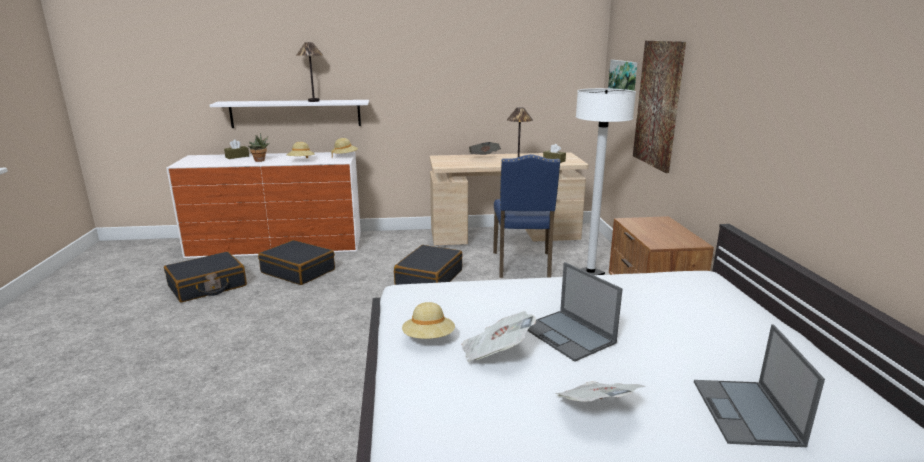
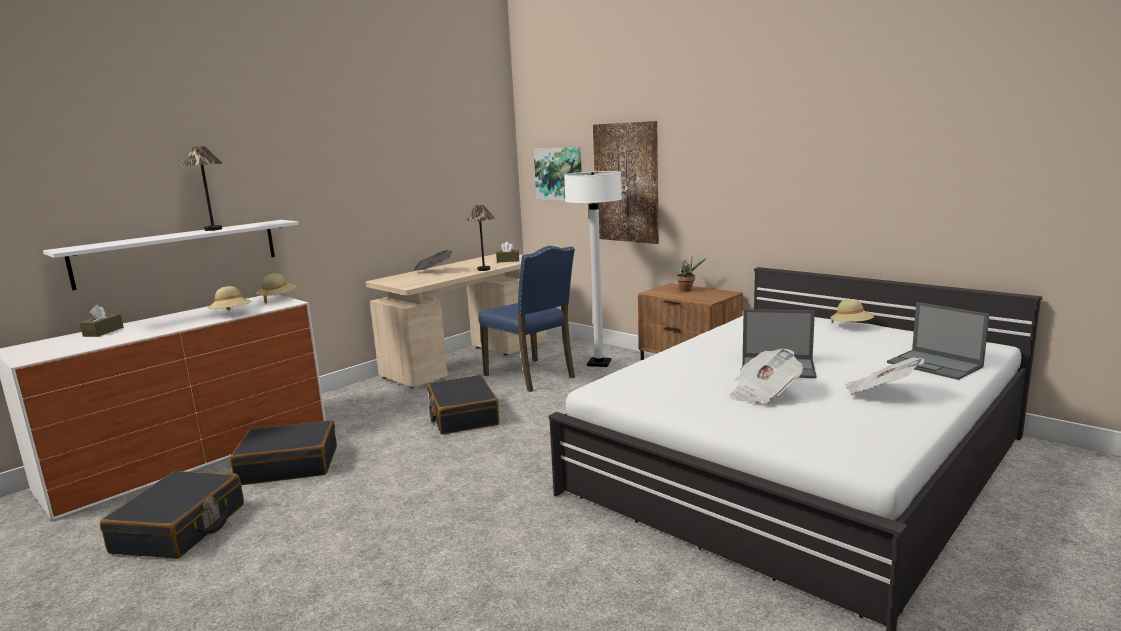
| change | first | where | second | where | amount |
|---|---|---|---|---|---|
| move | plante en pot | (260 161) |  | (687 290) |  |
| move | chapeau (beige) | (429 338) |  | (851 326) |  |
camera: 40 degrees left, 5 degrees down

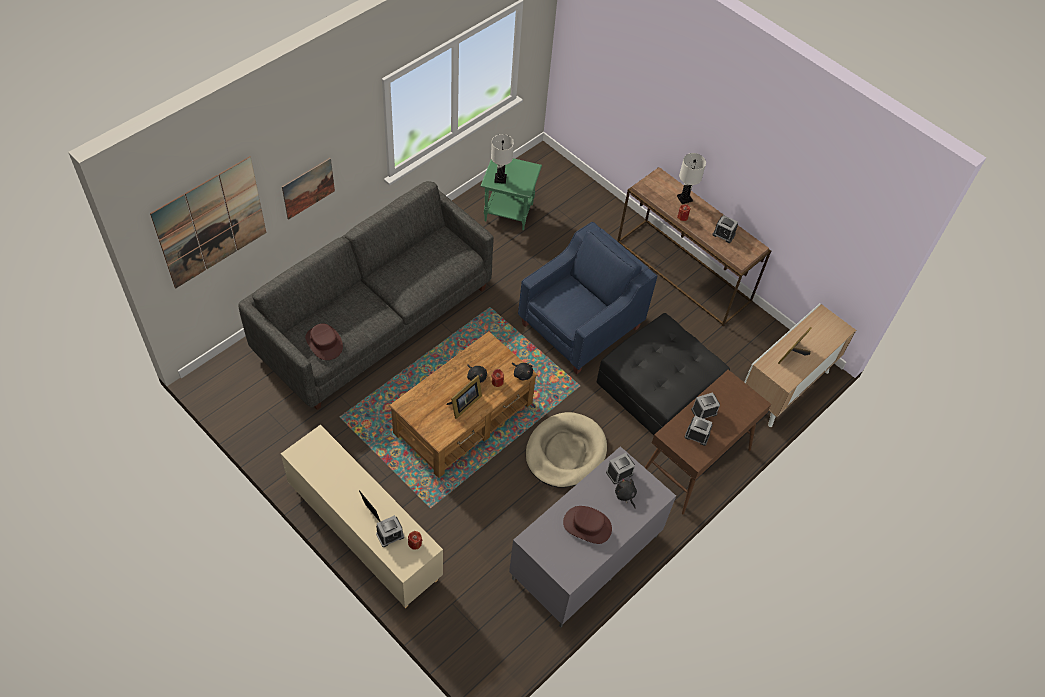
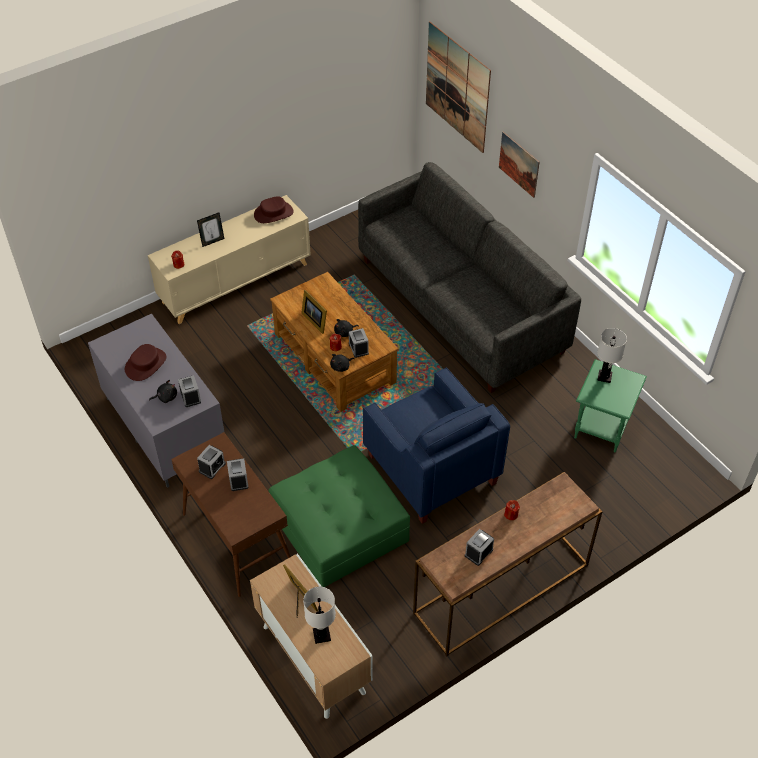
| change | first | where | second | where | amount |
|---|---|---|---|---|---|
| move | chapeau (marron) | (324 343) |  | (273 213) |  |
| move | réveil | (390 535) |  | (358 348) |  |
| delete | panier pour chien (beige) | (565 452) |  |  |  |
| recolor | pouf (noir) | (659 387) | pouf (vert) | (339 527) |  |
| move | lampe de table (blanc) | (684 199) |  | (321 635) |  |
camera: 105 degrees right, 5 degrees down

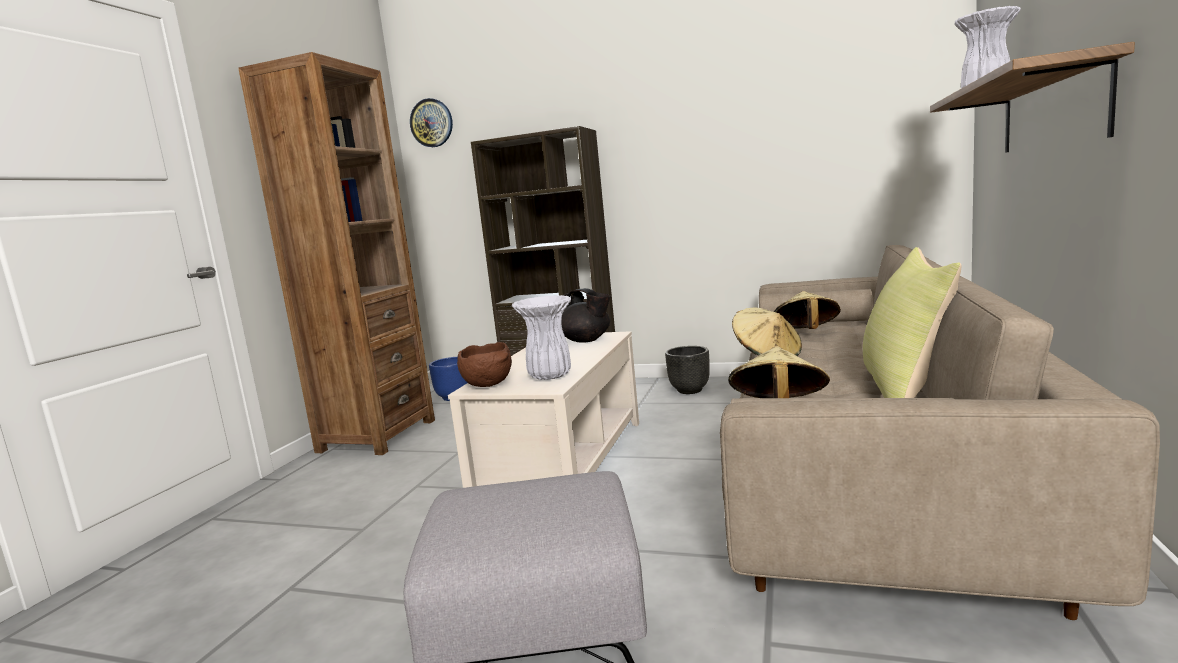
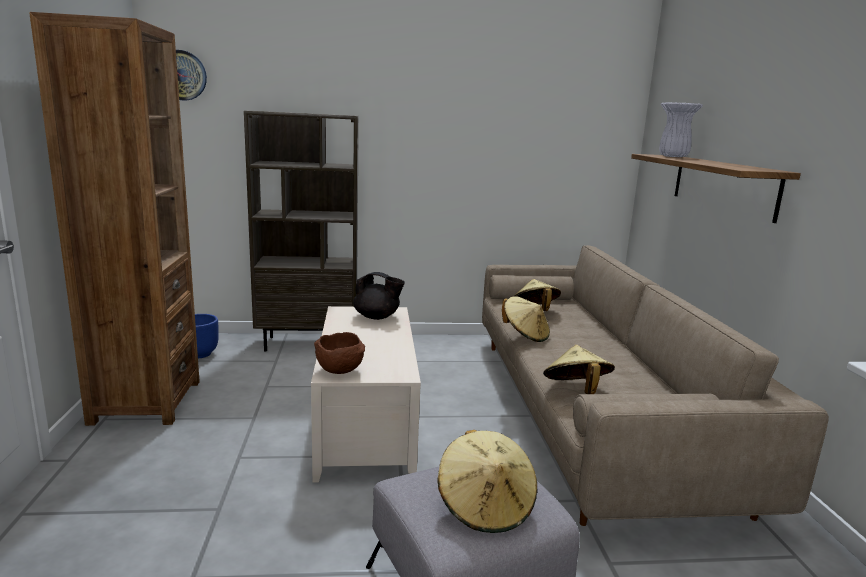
| change | first | where | second | where | amount |
|---|---|---|---|---|---|
| delete | vase (blanc) | (551 376) |  |  |  |
| delete | cache-pot (noir) | (690 390) |  |  |  |
| delete | coussin (jaune) | (906 391) |  |  |  |
| insert |  |  | chapeau (beige) | (485 506) |  |
camera: 25 degrees left, 5 degrees up

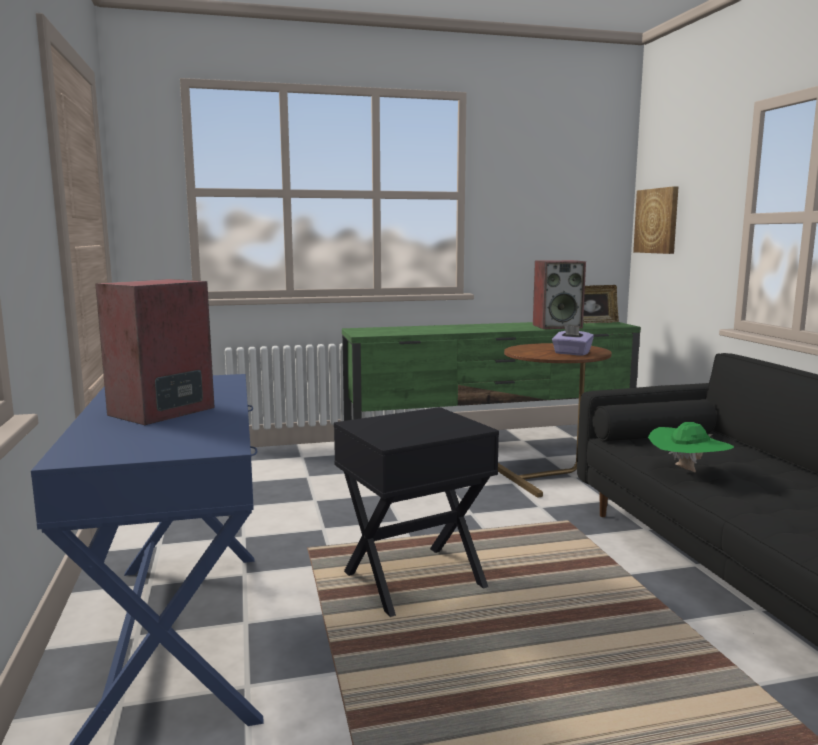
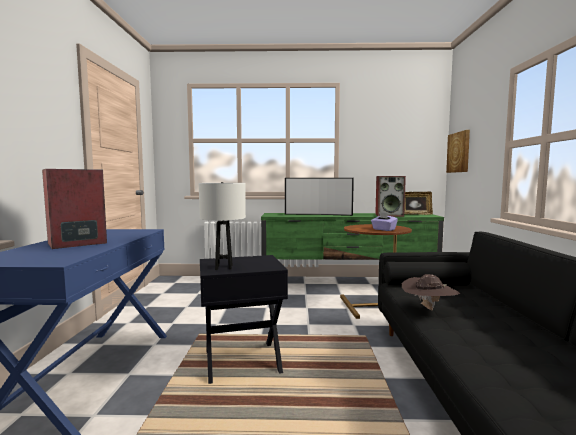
| change | first | where | second | where | amount |
|---|---|---|---|---|---|
| recolor | chapeau (vert) | (687 472) | chapeau (marron) | (428 310) |  |
| insert |  |  | lampe de table (blanc) | (223 267) |  |
| insert |  |  | téléviseur | (318 214) |  |
camera: 15 degrees right, 5 degrees down

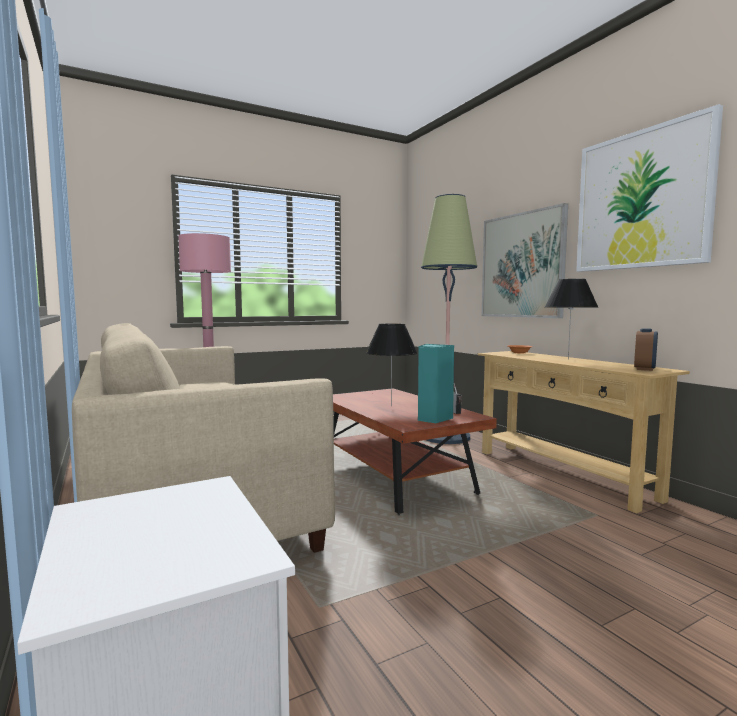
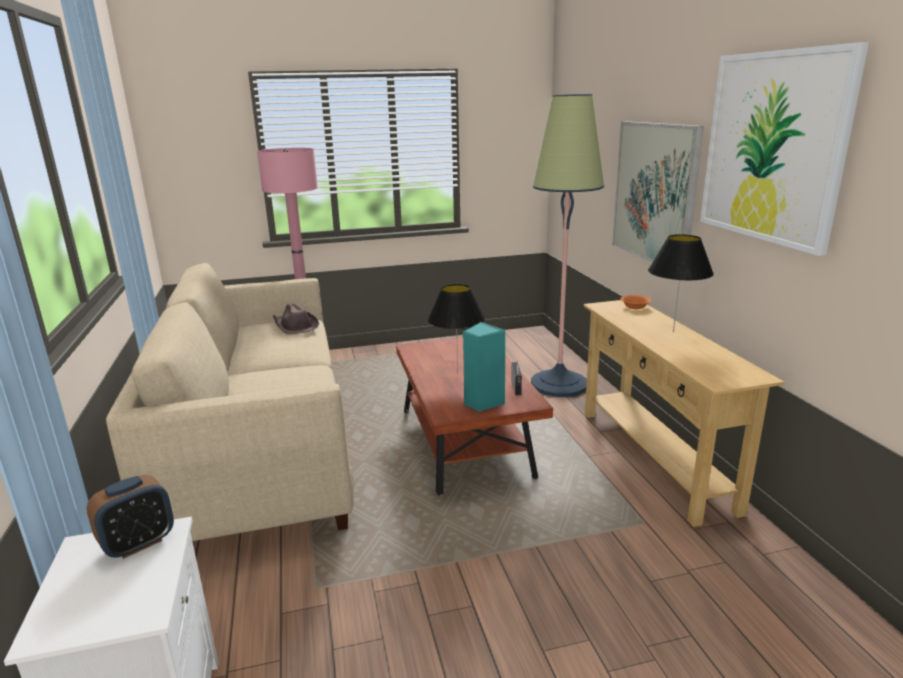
| change | first | where | second | where | amount |
|---|---|---|---|---|---|
| move | réveil | (644 369) |  | (138 543) |  |
| insert |  |  | chapeau (marron) | (295 326) |  |
camera: 15 degrees right, 15 degrees up

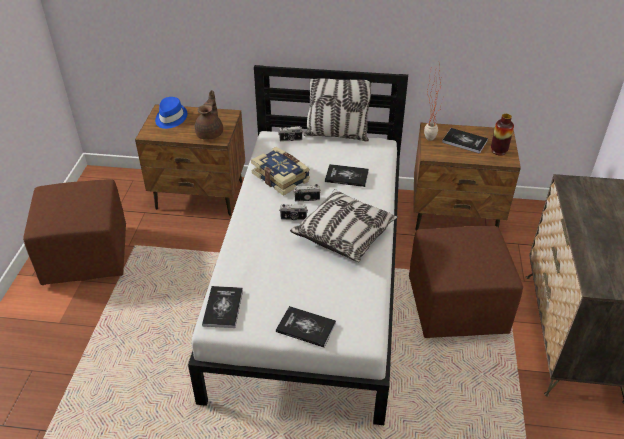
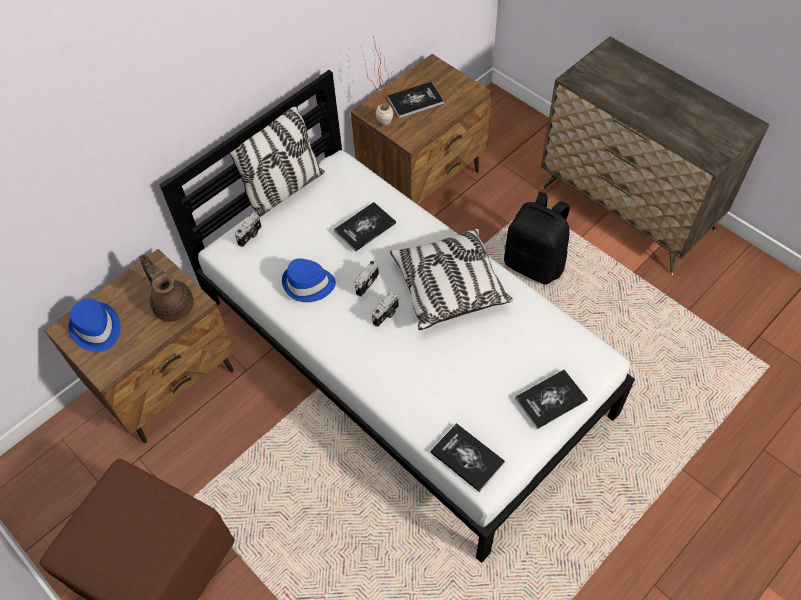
| change | first | where | second | where | amount |
|---|---|---|---|---|---|
| replace | livre | (281 177) | chapeau (bleu) | (308 284) |  |
| replace | pouf (marron) | (457 307) | sac à dos (noir) | (535 264) |  |
| delete | vase | (498 151) |  |  |  |
camera: 50 degrees left, 15 degrees up

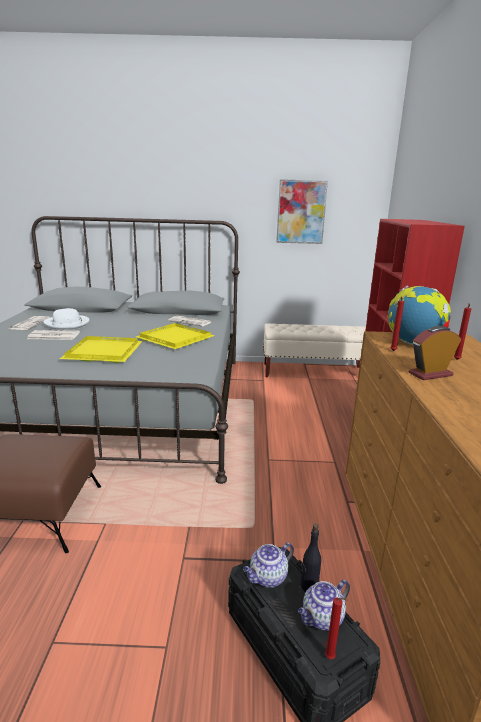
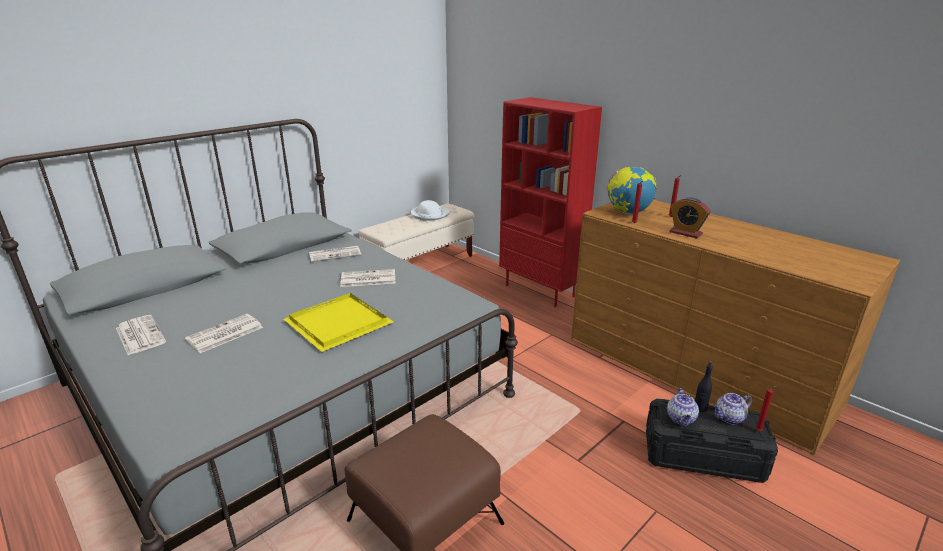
| change | first | where | second | where | amount |
|---|---|---|---|---|---|
| move | chapeau (blanc) | (67 324) |  | (430 214) |  |
| replace | plateau (jaune) | (173 338) | journal | (367 279) |  |
| delete | tableau | (301 212) |  |  |  |
| rotate | théière | (322 619) |  | (729 418) | 60 degrees clockwise |
| rotate | réveil | (430 374) |  | (685 233) | 75 degrees counterclockwise |
camera: 45 degrees left, 5 degrees up

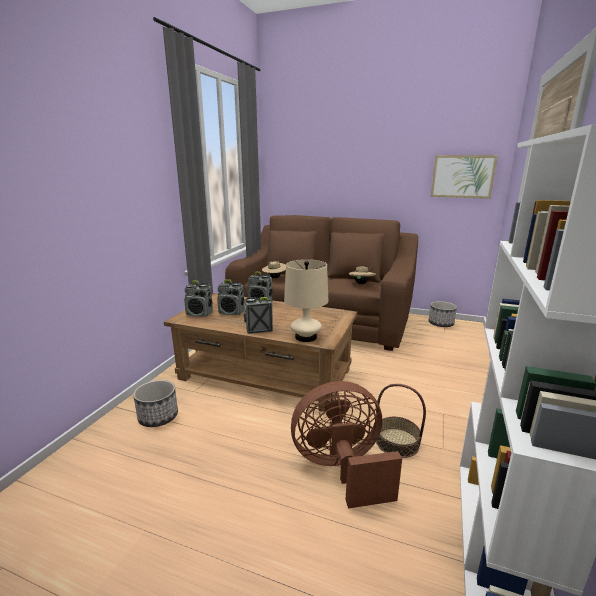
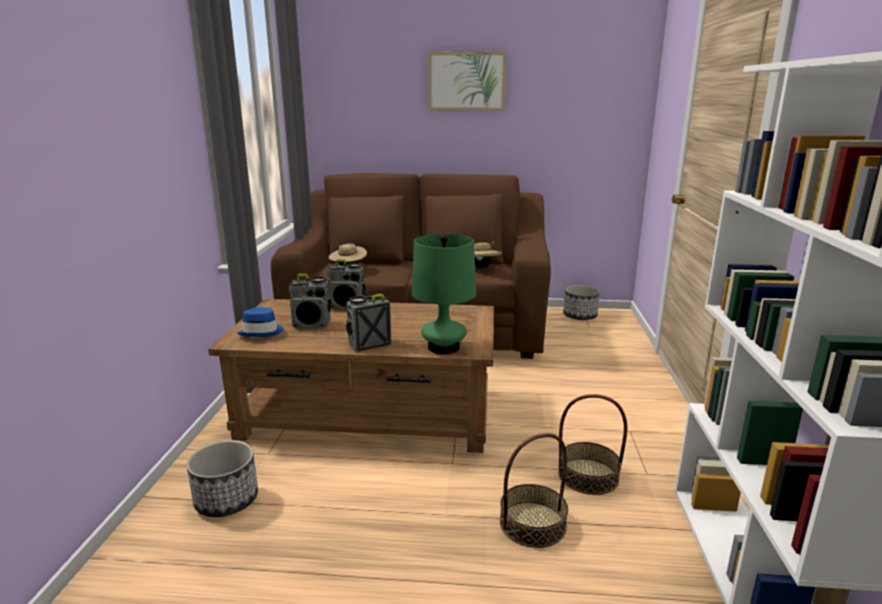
| change | first | where | second | where | amount |
|---|---|---|---|---|---|
| replace | radio | (199 314) | chapeau (bleu) | (262 332) |  |
| recolor | lampe de table (beige) | (306 337) | lampe de table (vert) | (443 347) |  |
| replace | ventilateur (marron) | (341 470) | panier | (532 524) |  |
| move | tableau | (462 176) |  | (466 81) |  |
camera: 15 degrees left, 0 degrees up

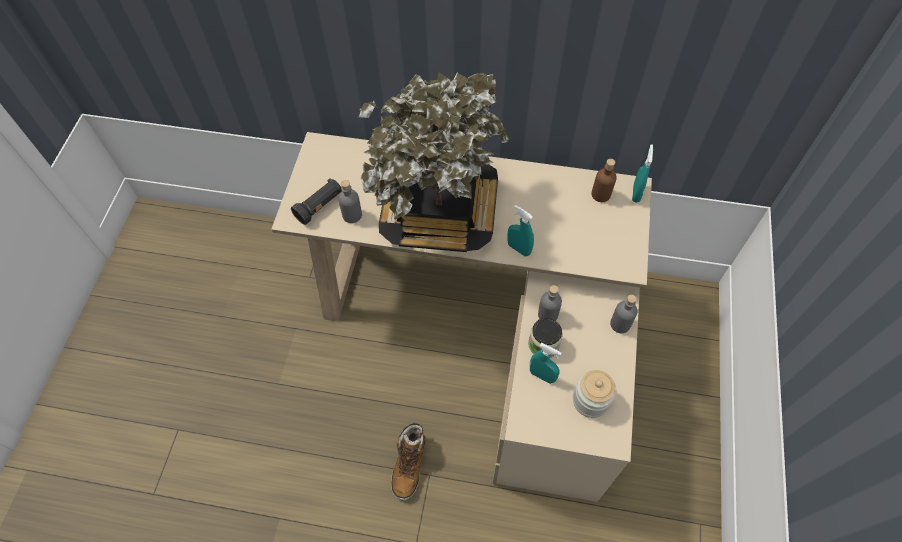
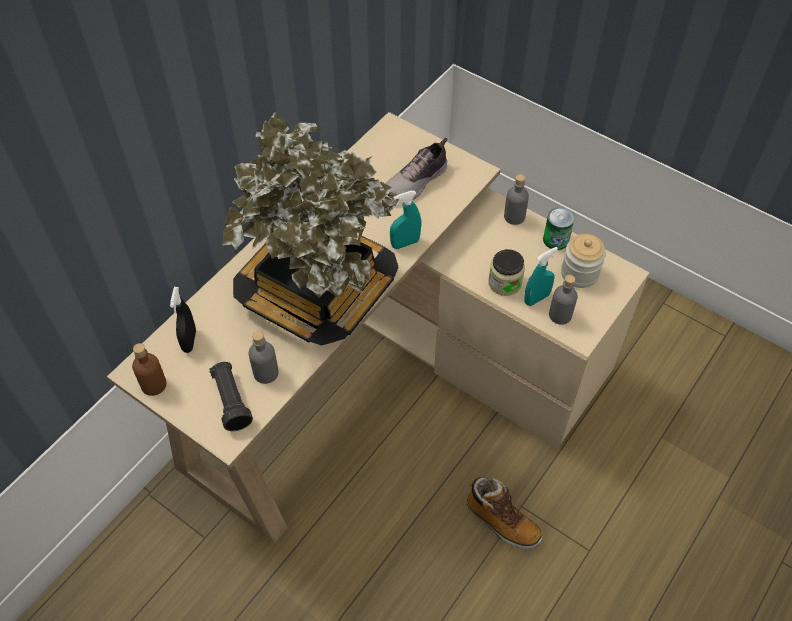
| change | first | where | second | where | amount |
|---|---|---|---|---|---|
| move | bouteille (gris) | (547 314) |  | (560 315) |  |
| move | bouteille (marron) | (601 194) |  | (154 384) |  |
| delete | vaporisateur (turquoise) | (636 193) |  |  |  |
| insert |  |  | vaporisateur (noir) | (189 341) |  |
| insert |  |  | chaussure | (417 182) |  |
| insert |  |  | boîte métallique | (556 240) |  |
camera: 65 degrees left, 5 degrees down

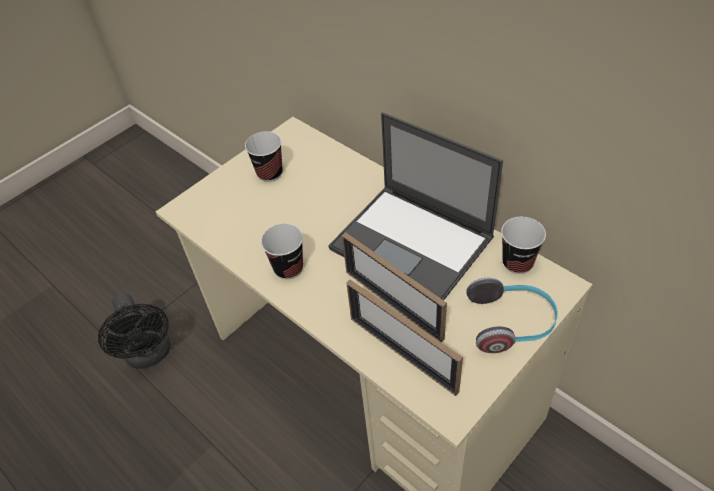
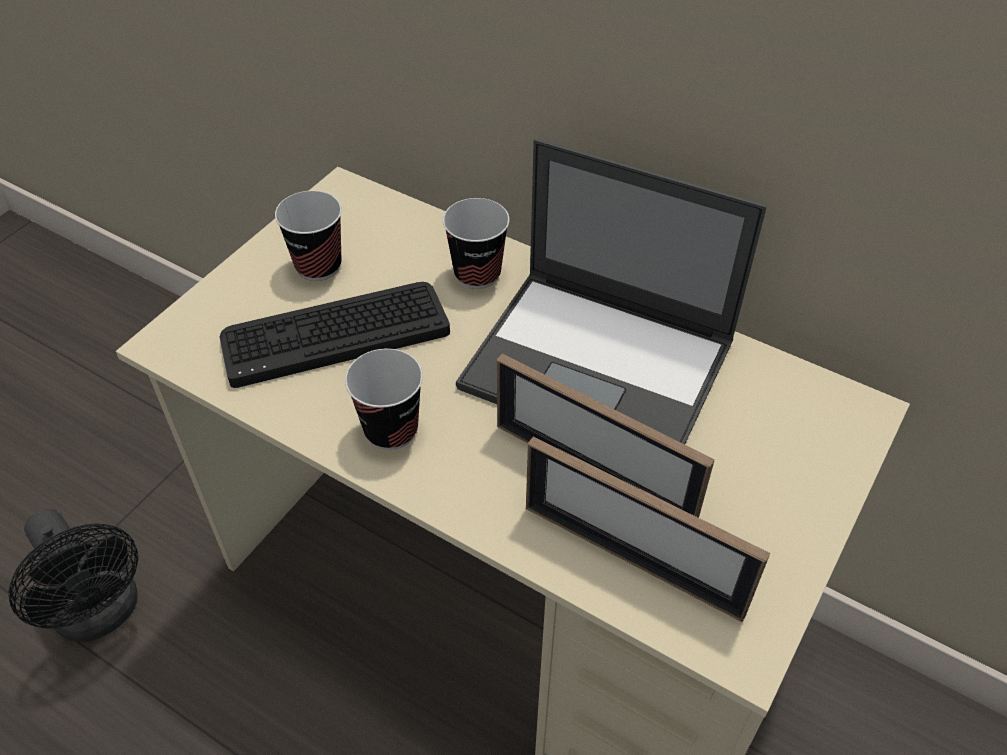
| change | first | where | second | where | amount |
|---|---|---|---|---|---|
| delete | casque audio | (511 323) |  |  |  |
| move | tasse | (517 263) |  | (477 273) |  |
| insert |  |  | clavier | (335 333) |  |
camera: 15 degrees left, 0 degrees up

